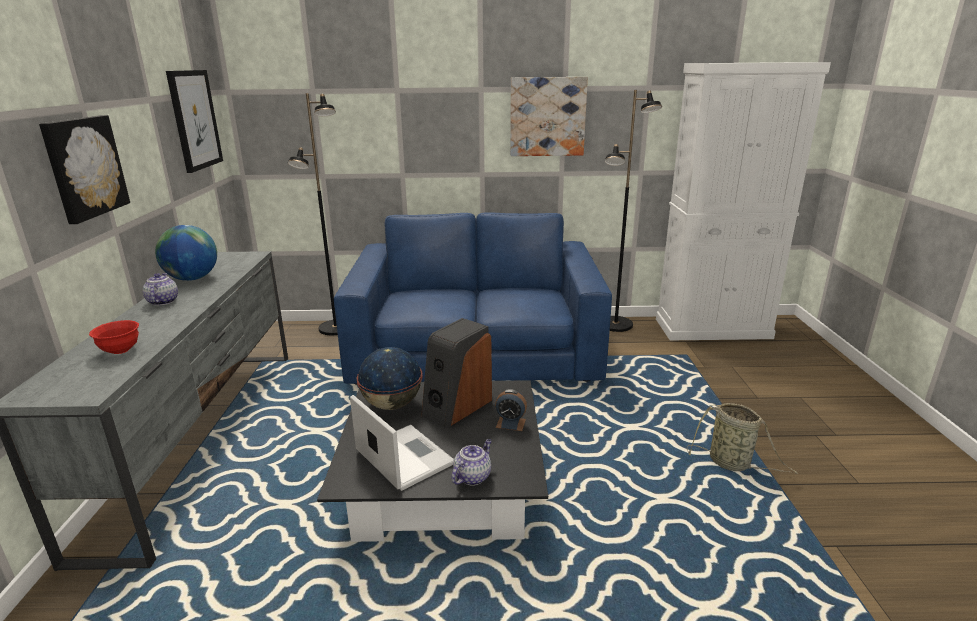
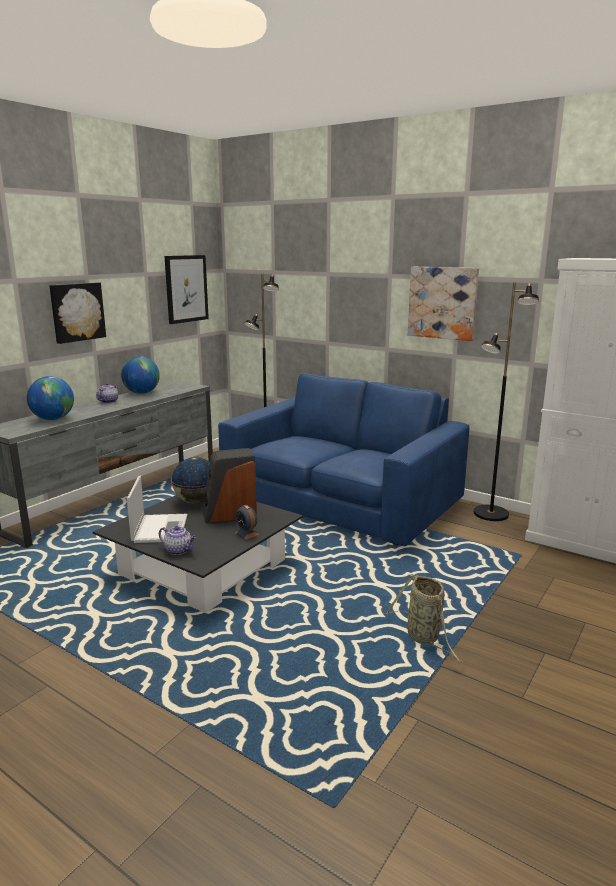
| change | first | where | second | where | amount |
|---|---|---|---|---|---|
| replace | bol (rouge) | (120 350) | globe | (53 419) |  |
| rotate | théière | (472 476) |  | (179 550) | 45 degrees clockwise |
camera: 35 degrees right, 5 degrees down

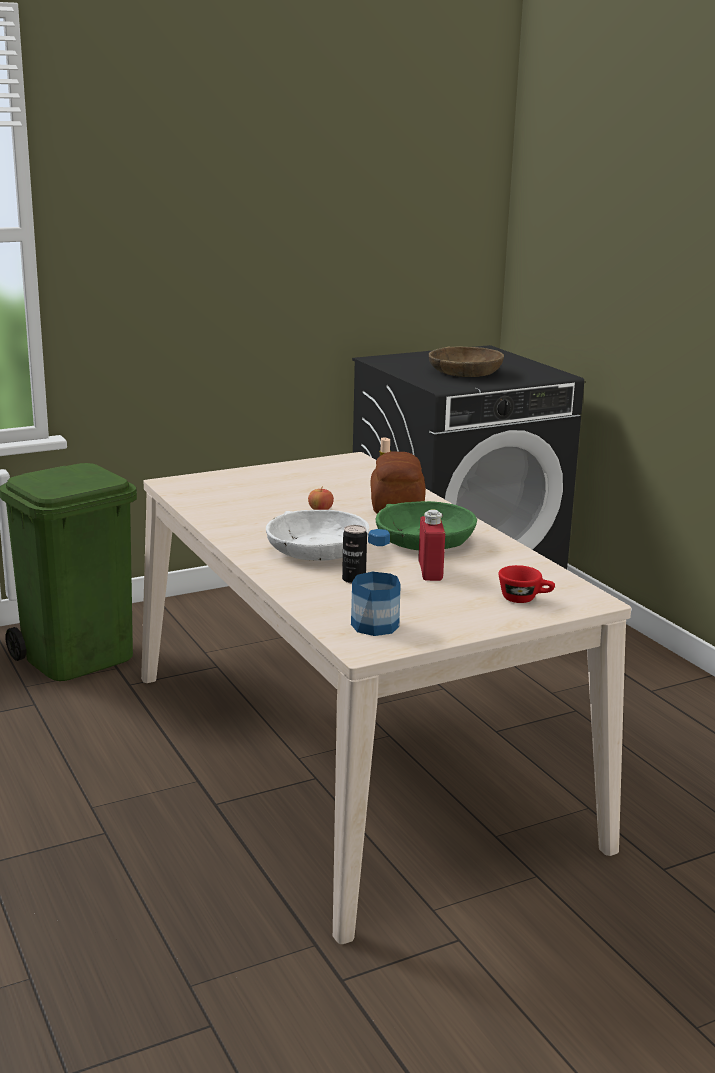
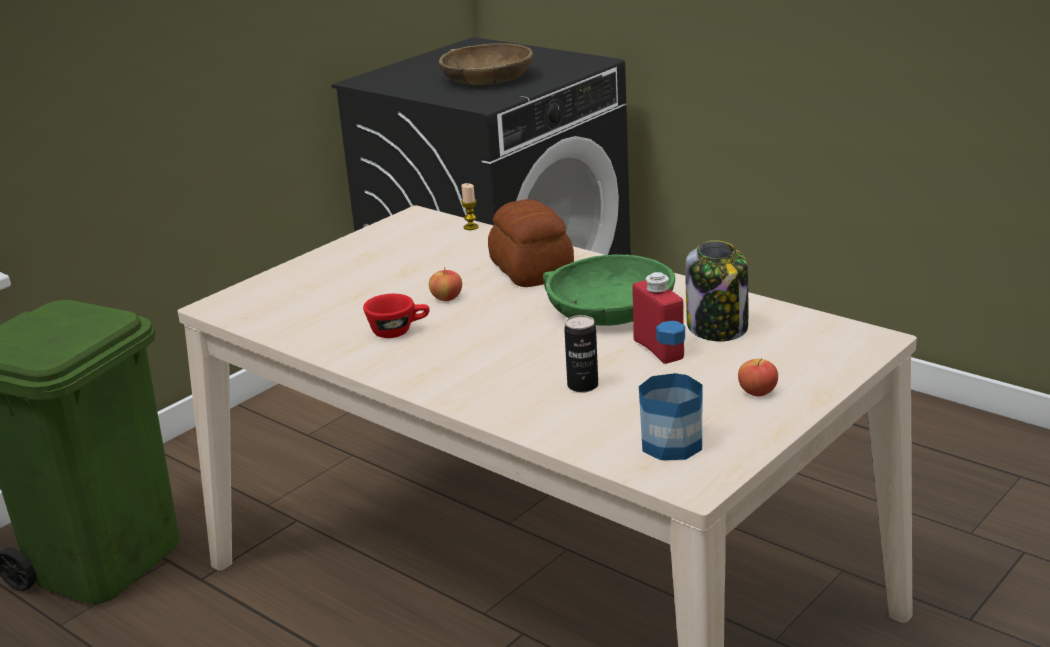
| change | first | where | second | where | amount |
|---|---|---|---|---|---|
| delete | bol (blanc) | (316 550) |  |  |  |
| move | tasse (rouge) | (525 599) |  | (399 331) |  |
| insert |  |  | bocal | (718 328) |  |
| insert |  |  | pomme | (757 392) |  |
camera: 20 degrees left, 5 degrees up

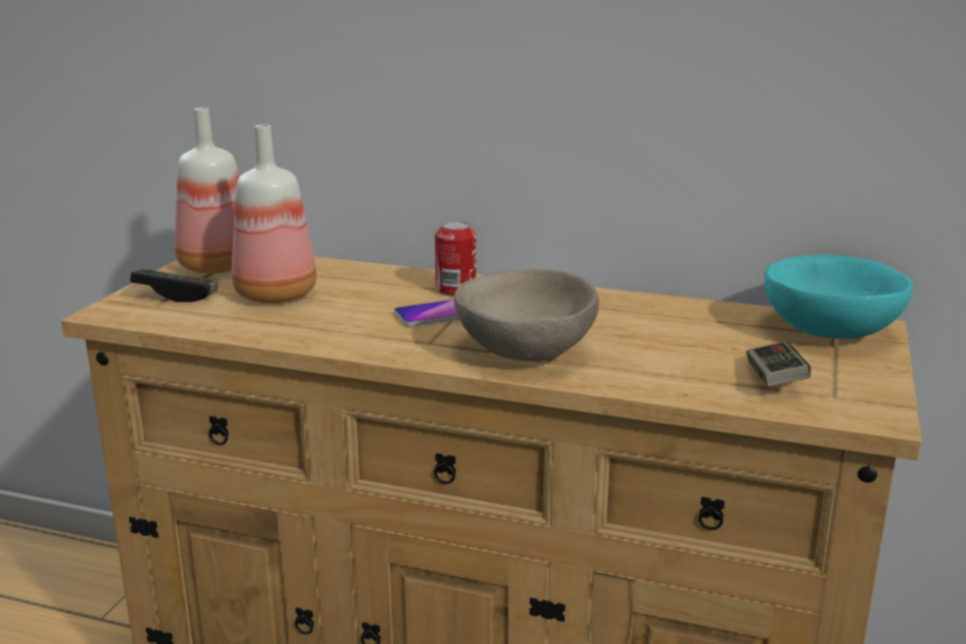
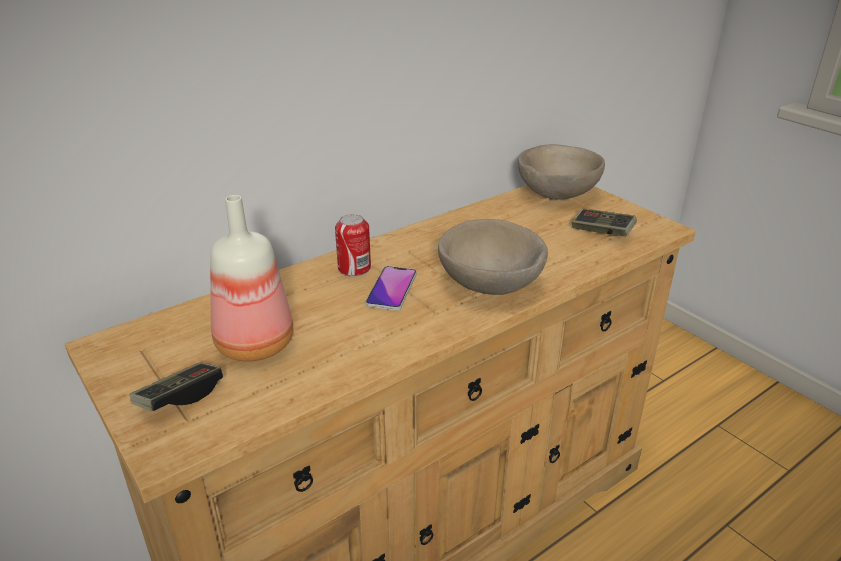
| change | first | where | second | where | amount |
|---|---|---|---|---|---|
| delete | bouteille | (214 266) |  |  |  |
| recolor | bol (turquoise) | (831 331) | bol (beige) | (557 193) |  |
camera: 55 degrees left, 10 degrees up

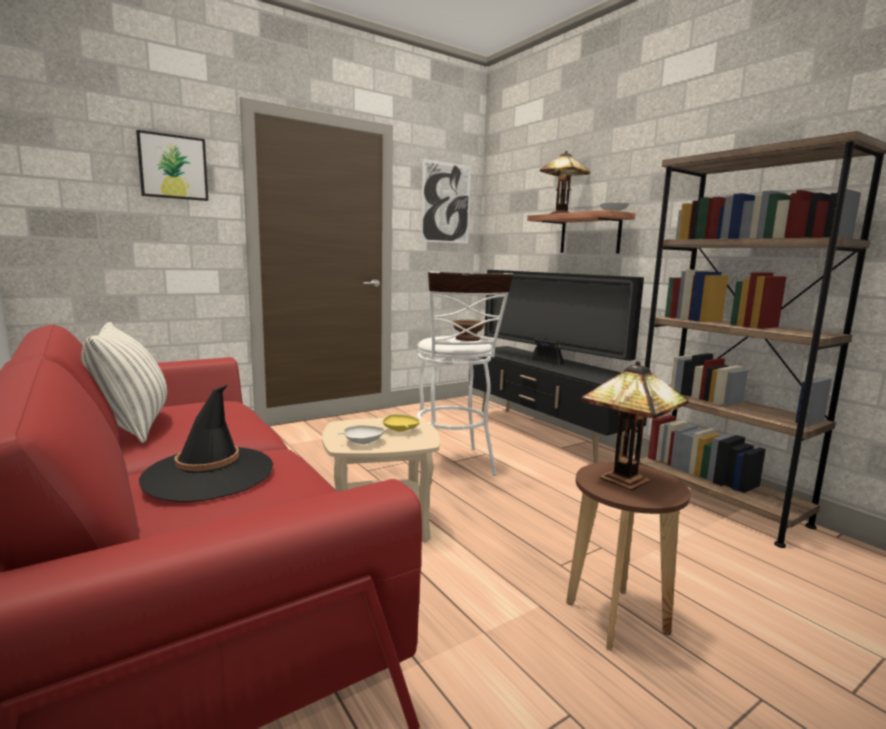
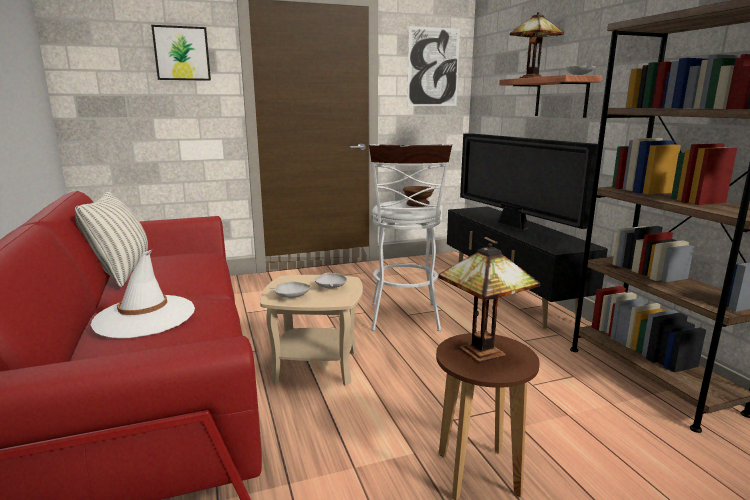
| change | first | where | second | where | amount |
|---|---|---|---|---|---|
| recolor | chapeau (noir) | (209 474) | chapeau (blanc) | (144 317) |  |
| recolor | bol (jaune) | (400 430) | bol (blanc) | (330 287) |  |
camera: 15 degrees right, 5 degrees up

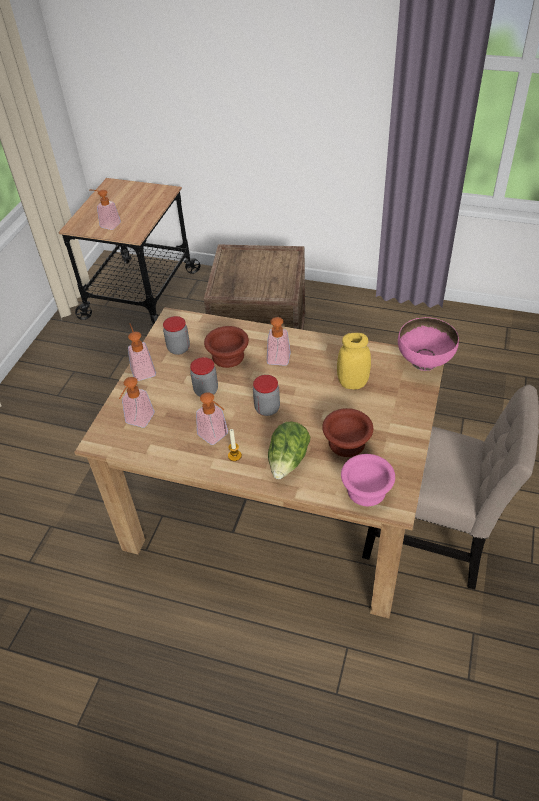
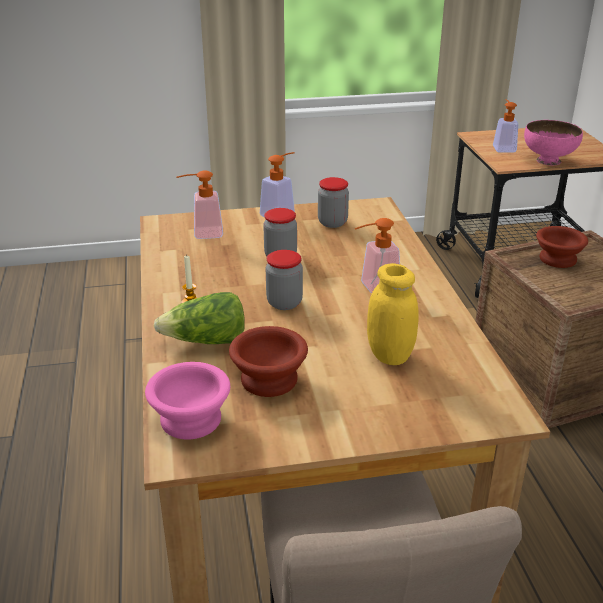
| change | first | where | second | where | amount |
|---|---|---|---|---|---|
| delete | distributeur de savon | (216 437) |  |  |  |
| move | bol (marron) | (227 357) |  | (556 259) |  |
| move | bol (rose) | (424 362) |  | (548 161) |  |
camera: 60 degrees right, 15 degrees down

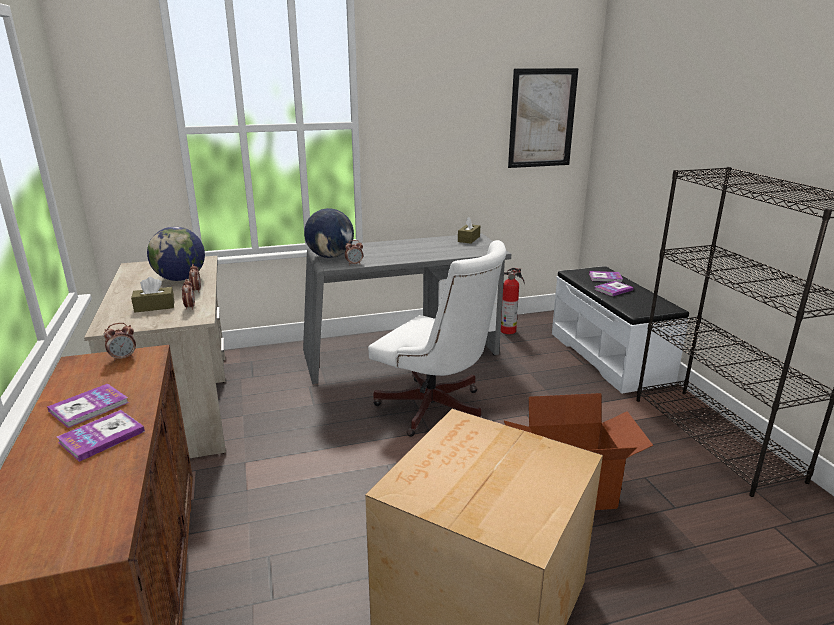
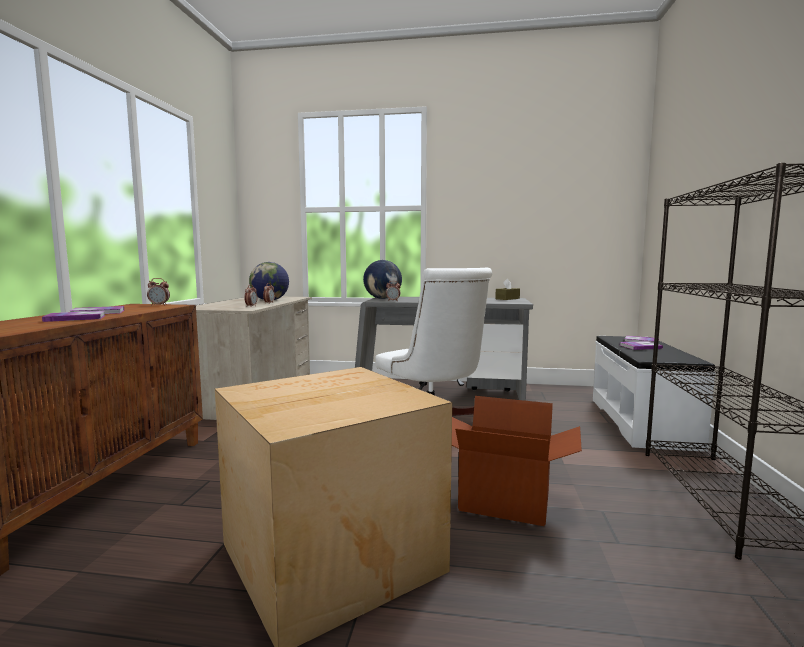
| change | first | where | second | where | amount |
|---|---|---|---|---|---|
| delete | boîte à mouchoirs (marron) | (154 306) |  |  |  |
| delete | extincteur | (509 331) |  |  |  |
| delete | tableau | (542 118) |  |  |  |
camera: 25 degrees right, 15 degrees down

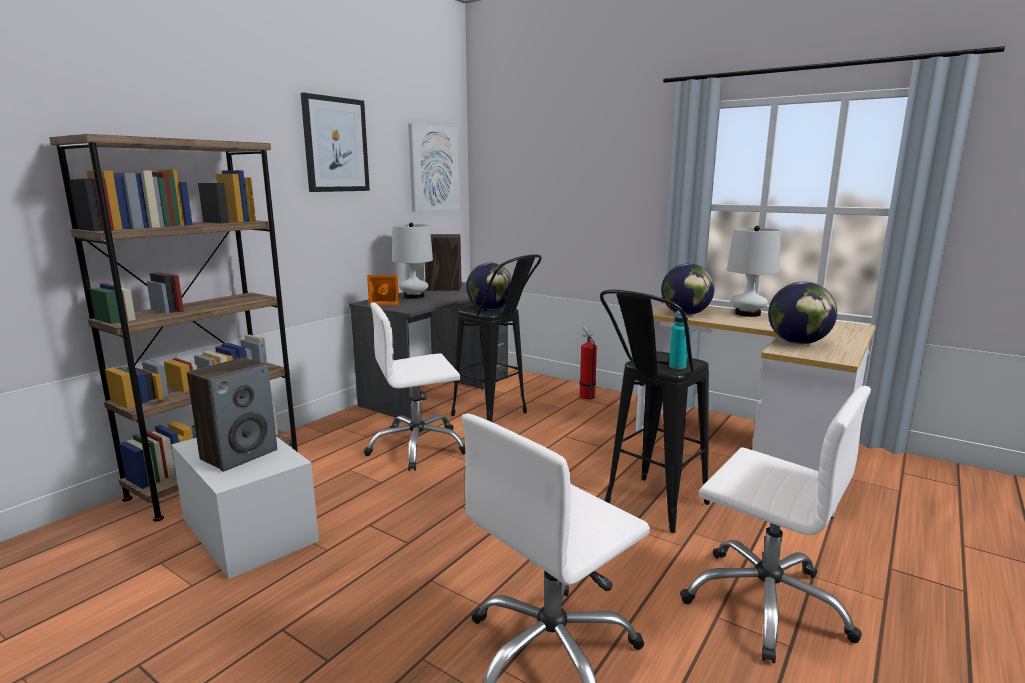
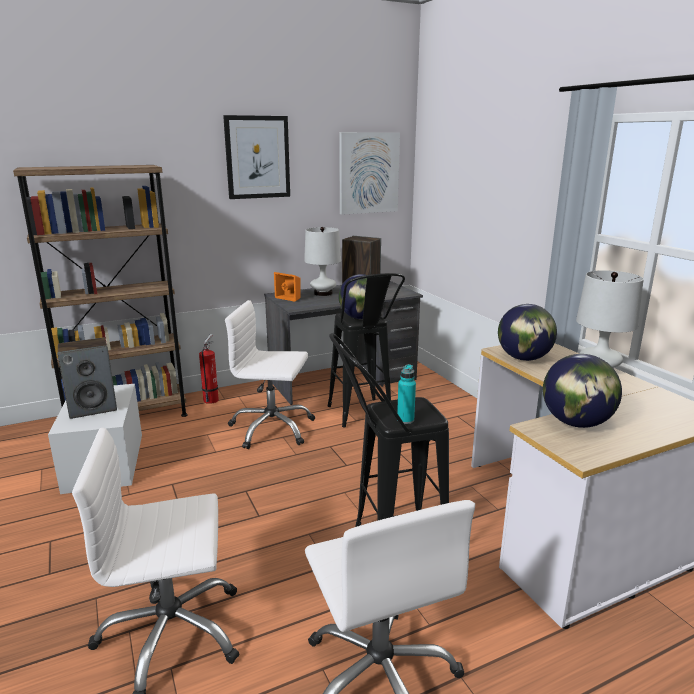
| change | first | where | second | where | amount |
|---|---|---|---|---|---|
| move | extincteur | (586 395) |  | (212 399) |  |
camera: 30 degrees right, 5 degrees up

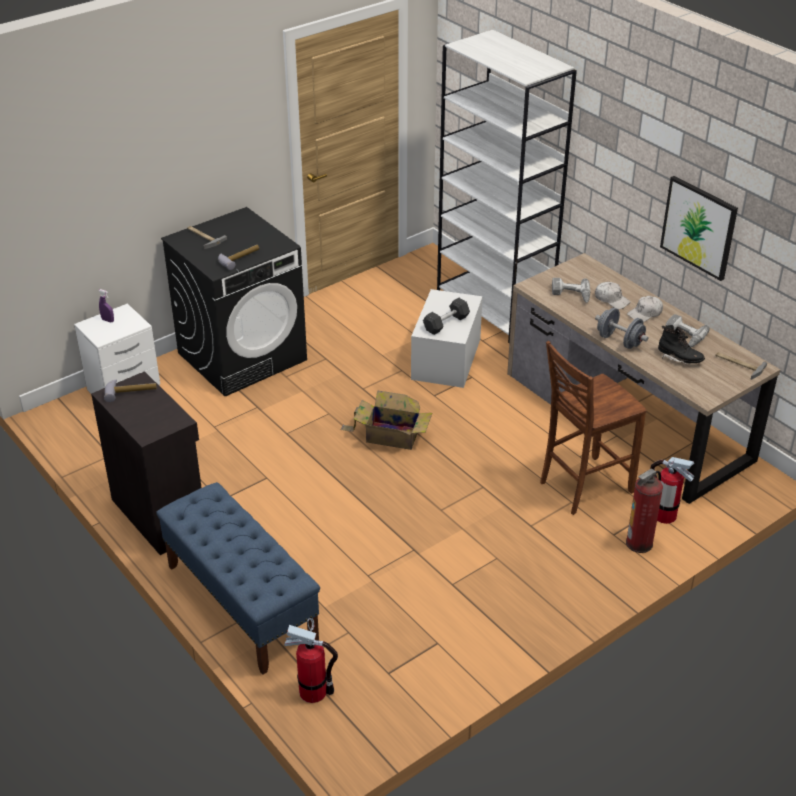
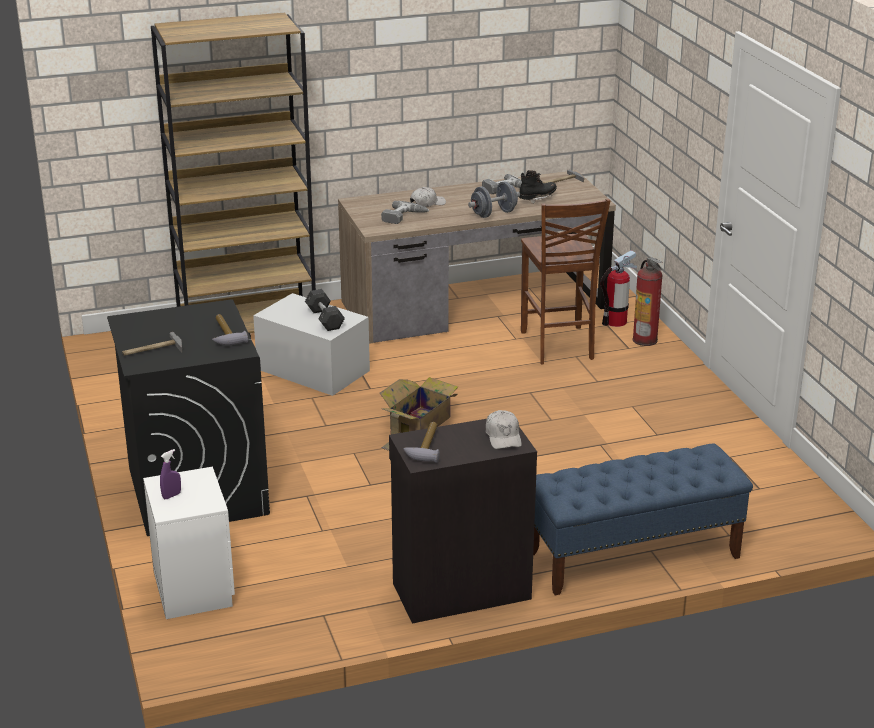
| change | first | where | second | where | amount |
|---|---|---|---|---|---|
| delete | extincteur | (313 691) |  |  |  |
| recolor | bibliothèque (blanc) | (494 308) | bibliothèque (marron) | (248 327) |  |
| move | casquette (blanc) | (645 314) |  | (503 436) |  |
| delete | tableau | (699 227) |  |  |  |
camera: 70 degrees left, 10 degrees down

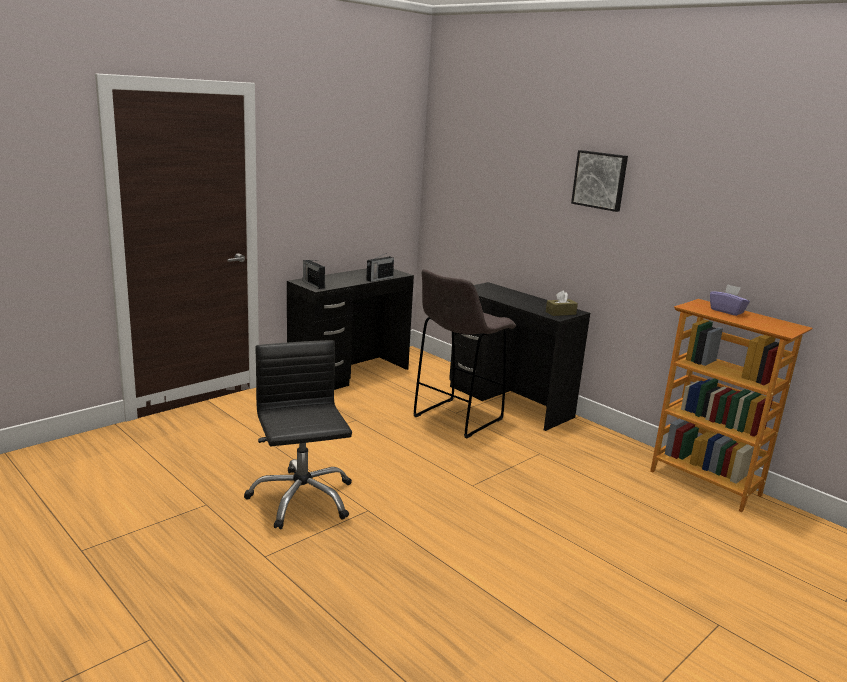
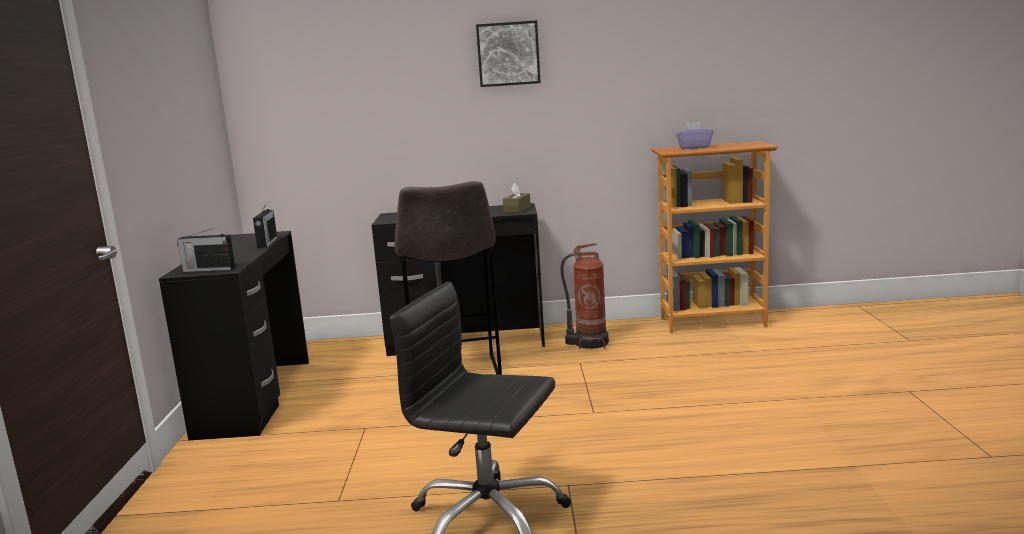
| change | first | where | second | where | amount |
|---|---|---|---|---|---|
| insert |  |  | extincteur | (589 343) |  |
camera: 45 degrees left, 5 degrees down

